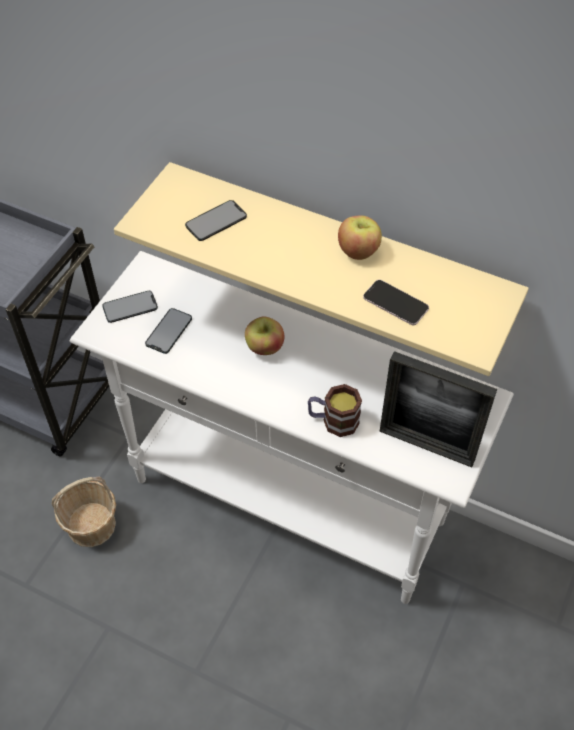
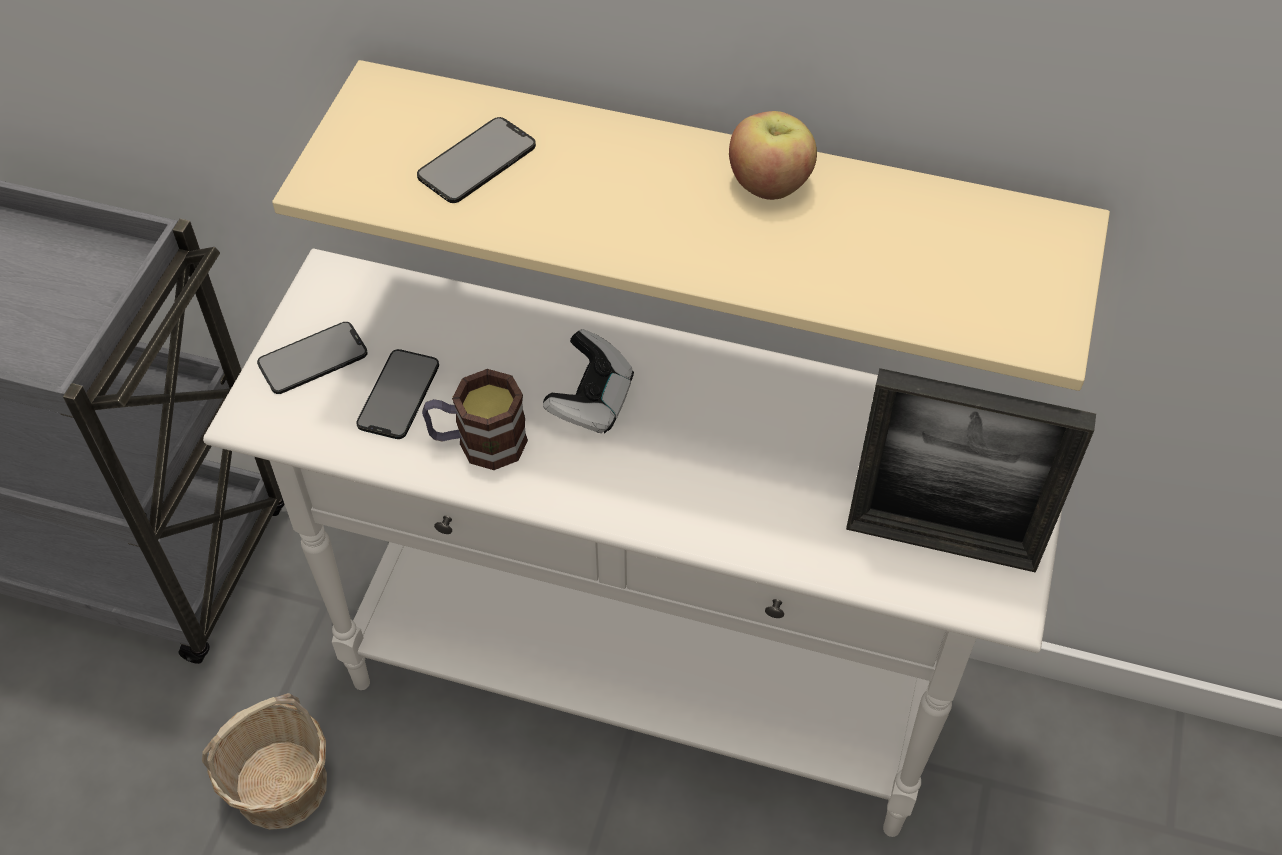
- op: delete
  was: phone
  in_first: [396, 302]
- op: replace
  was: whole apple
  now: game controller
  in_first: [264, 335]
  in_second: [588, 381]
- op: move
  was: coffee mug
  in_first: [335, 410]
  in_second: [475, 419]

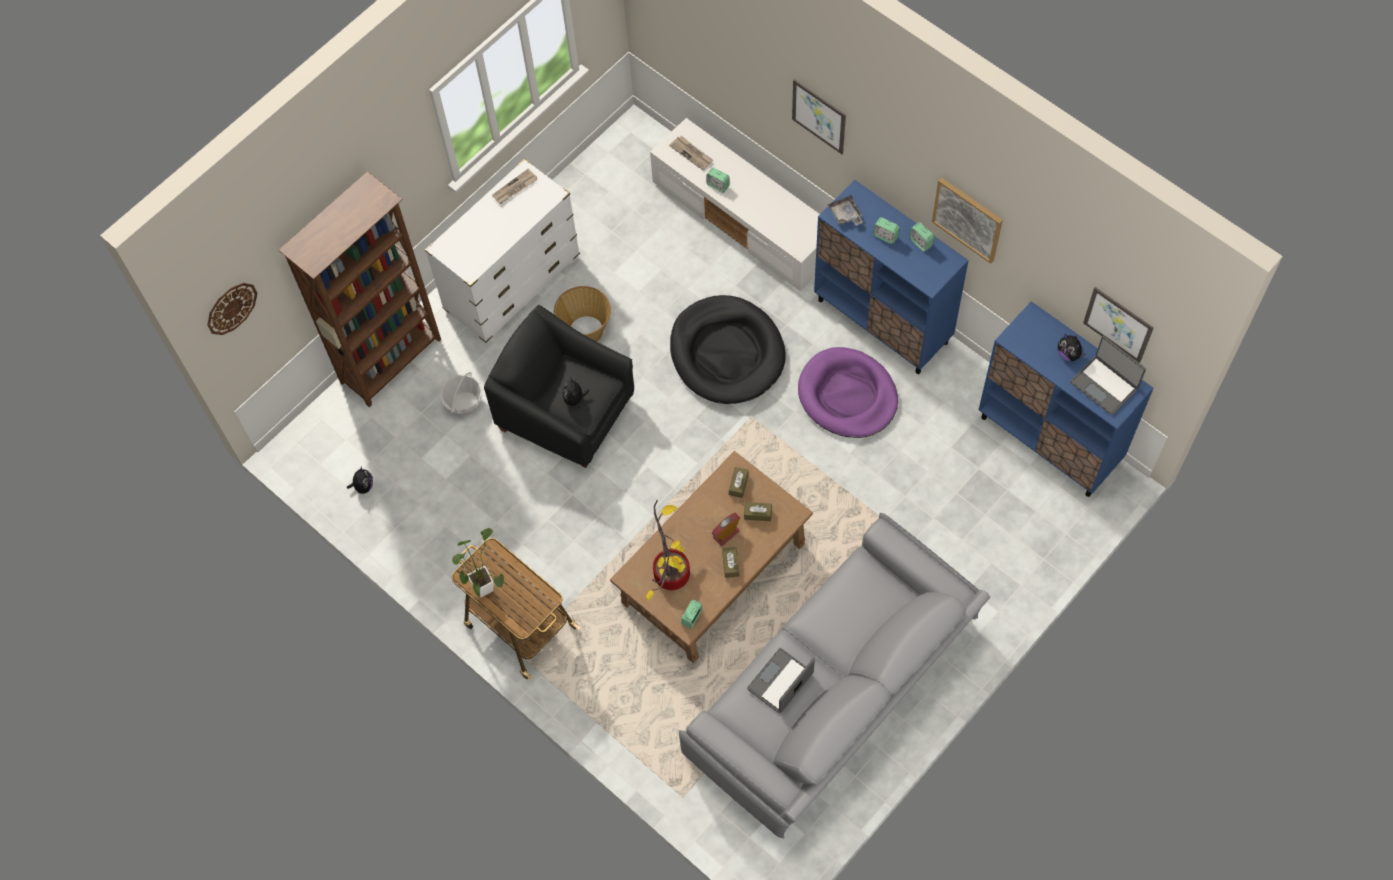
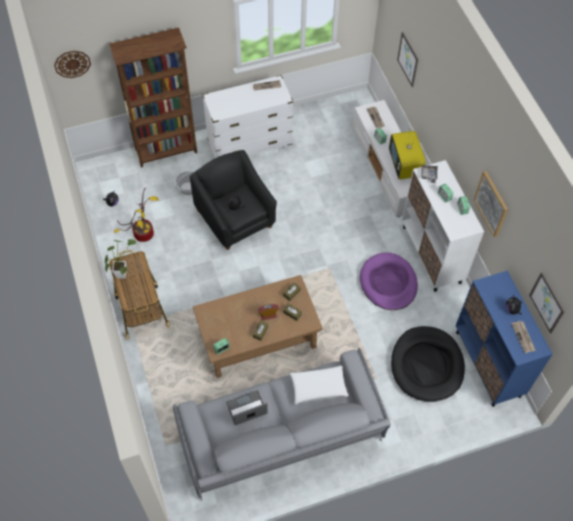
- op: move
  was: wall picture
  in_first: [819, 116]
  in_second: [407, 59]
- op: recolor
  was: blue cupboard
  now: whitish cupboard
  in_first: [891, 277]
  in_second: [443, 226]
- op: delete
  was: household basket
  in_first: [582, 314]
- op: move
  was: black dog bed
  in_first: [727, 349]
  in_second: [428, 364]
- op: replace
  was: laptop
  now: printed paper
  in_first: [1108, 375]
  in_second: [523, 337]
- op: move
  was: houseplant
  in_first: [668, 550]
  in_second: [136, 214]
- op: insert
  now: television
  in_second: [407, 154]
- op: insert
  now: whitish pillow
  in_second: [319, 384]

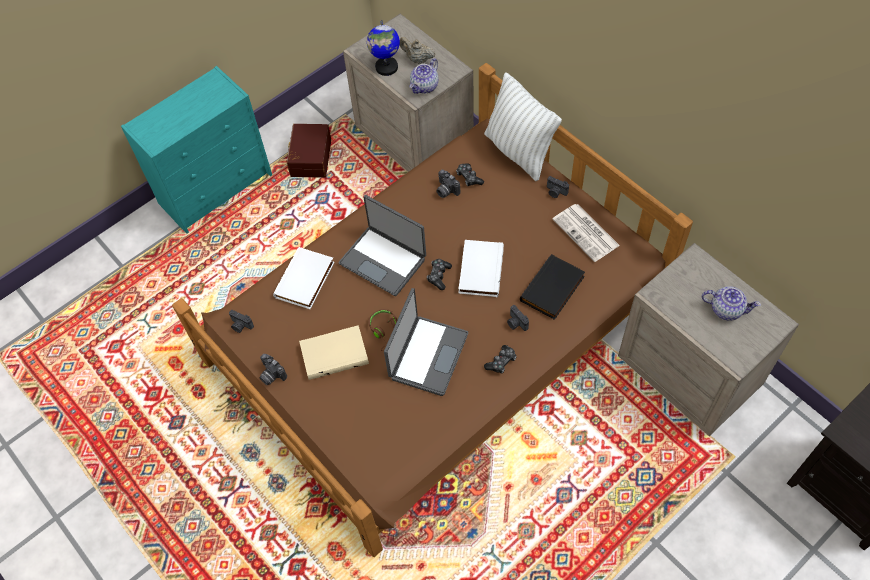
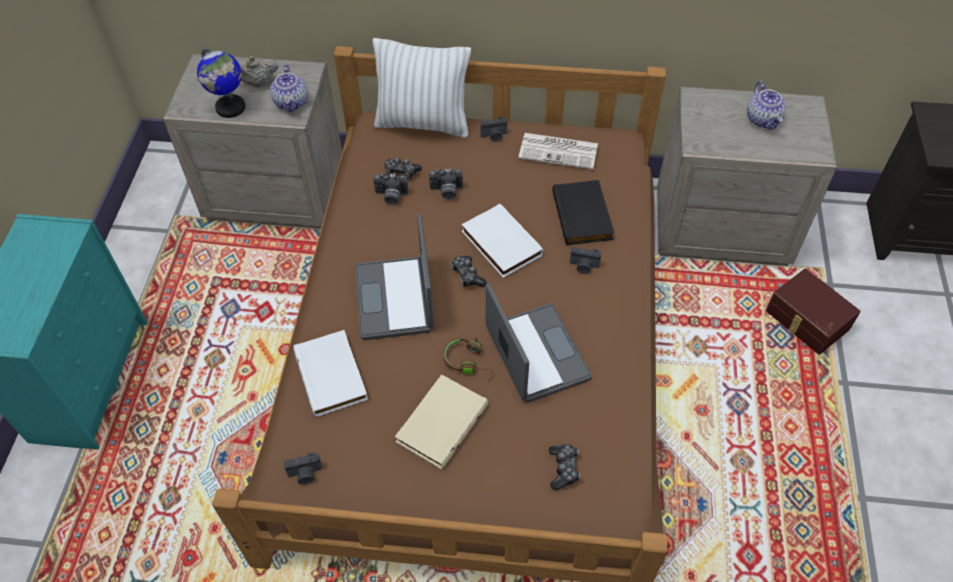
- op: move
  was: brown-coloured storage box
  in_first: [309, 151]
  in_second: [813, 311]
- op: rotate
  was: laptop
  in_first: [382, 245]
  in_second: [394, 277]
  clockwise: 90
- op: rotate
  was: pot for tea
  in_first: [731, 303]
  in_second: [766, 105]
  clockwise: 105
- op: move
  was: game controller
  in_first: [500, 359]
  in_second: [564, 467]
- op: move
  was: still camera
  in_first: [273, 369]
  in_second: [446, 184]

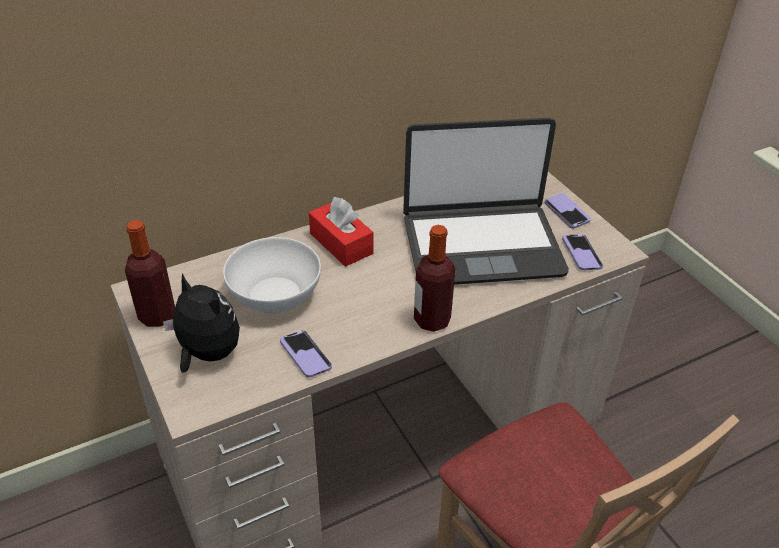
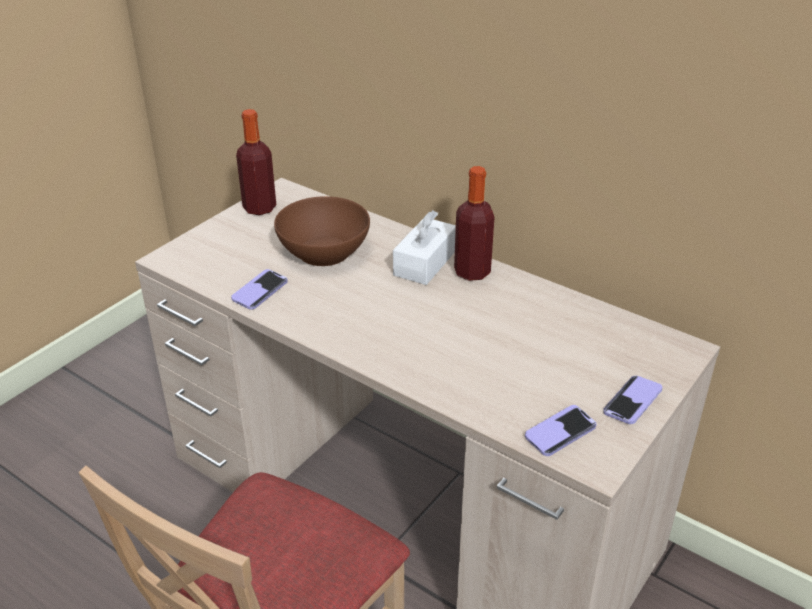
- op: delete
  was: laptop
  in_first: [486, 201]
- op: recolor
  was: red box of tissues
  now: whitish box of tissues
  in_first: [341, 232]
  in_second: [424, 247]
- op: move
  was: drink bottle
  in_first: [435, 278]
  in_second: [474, 223]
- op: recolor
  was: whitish serving bowl
  now: brown-coloured serving bowl
  in_first: [272, 275]
  in_second: [322, 231]
- op: delete
  was: plush toy
  in_first: [201, 323]

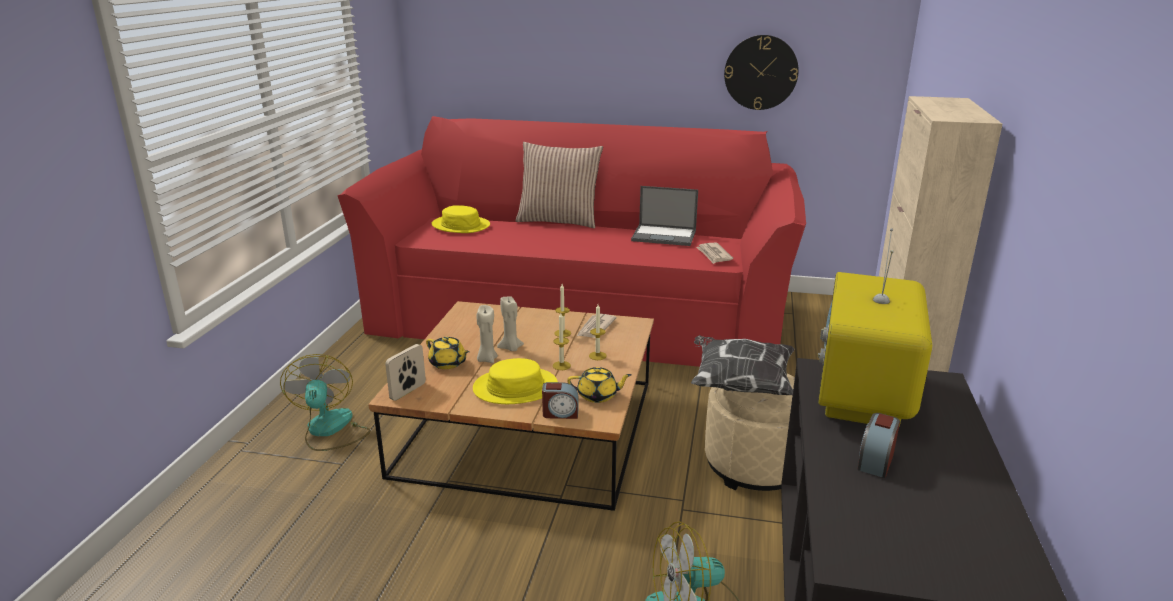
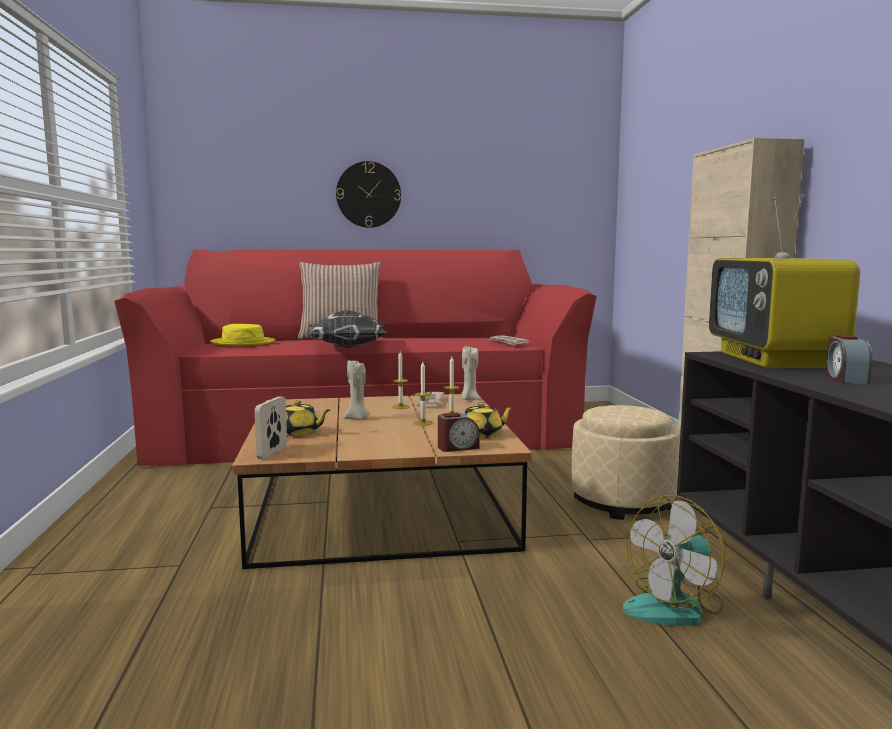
- op: move
  was: wall clock
  in_first: [761, 72]
  in_second: [368, 194]
- op: delete
  was: laptop
  in_first: [664, 216]
- op: move
  was: beige wax candle
  in_first: [487, 334]
  in_second: [470, 373]
- op: move
  was: pillow
  in_first: [742, 365]
  in_second: [348, 329]
- op: delete
  was: cooling fan
  in_first: [325, 402]
- op: delete
  was: yellowish wearable hat
  in_first: [515, 381]

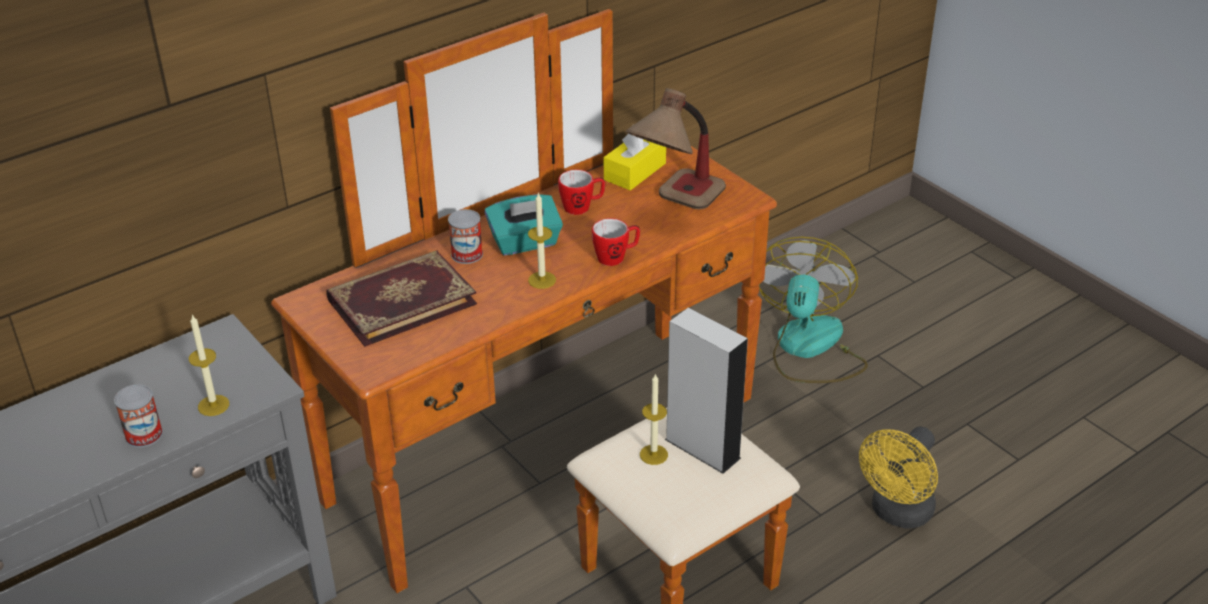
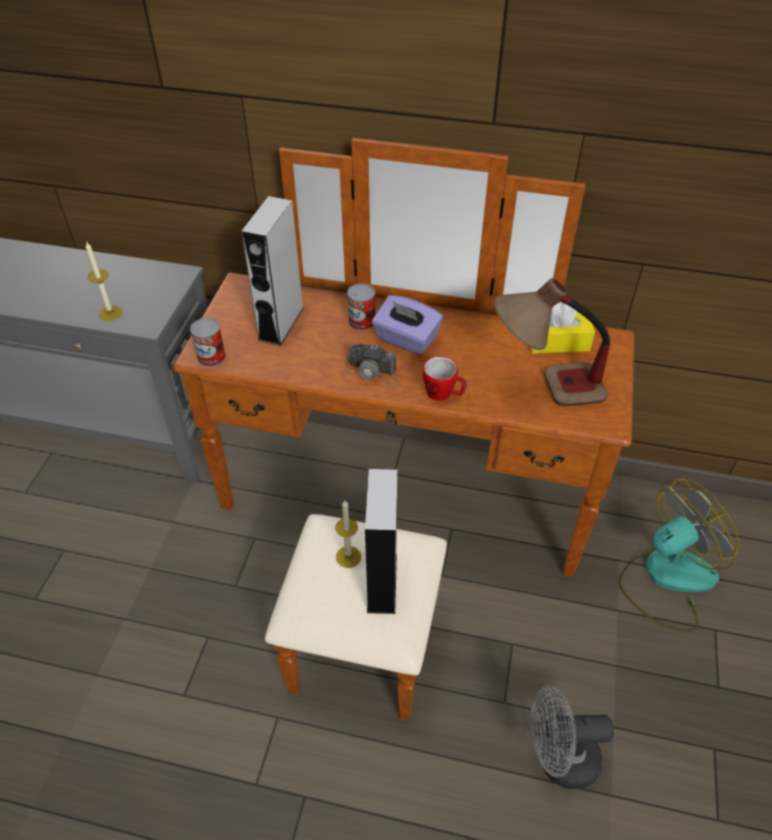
- op: delete
  was: coffee mug
  in_first: [581, 192]
- op: replace
  was: wax candle
  now: still camera
  in_first: [542, 240]
  in_second: [373, 366]
- op: recolor
  was: blue-green box of tissues
  now: purplish box of tissues
  in_first: [524, 224]
  in_second: [407, 325]
- op: replace
  was: volume
  now: gray speaker
  in_first: [401, 298]
  in_second: [272, 271]
- op: move
  was: metal can
  in_first: [138, 416]
  in_second: [208, 342]
- op: recolor
  was: yellowish cooling fan
  now: gray cooling fan
  in_first: [898, 477]
  in_second: [572, 737]

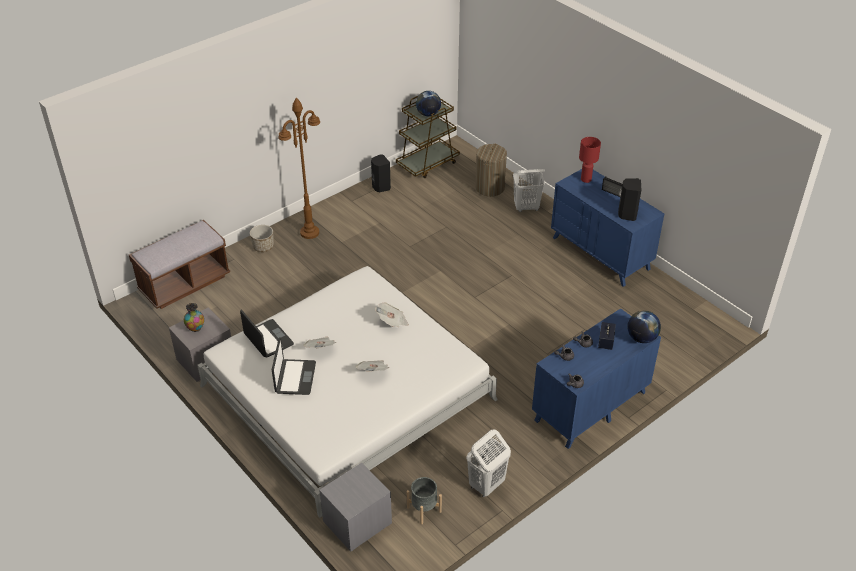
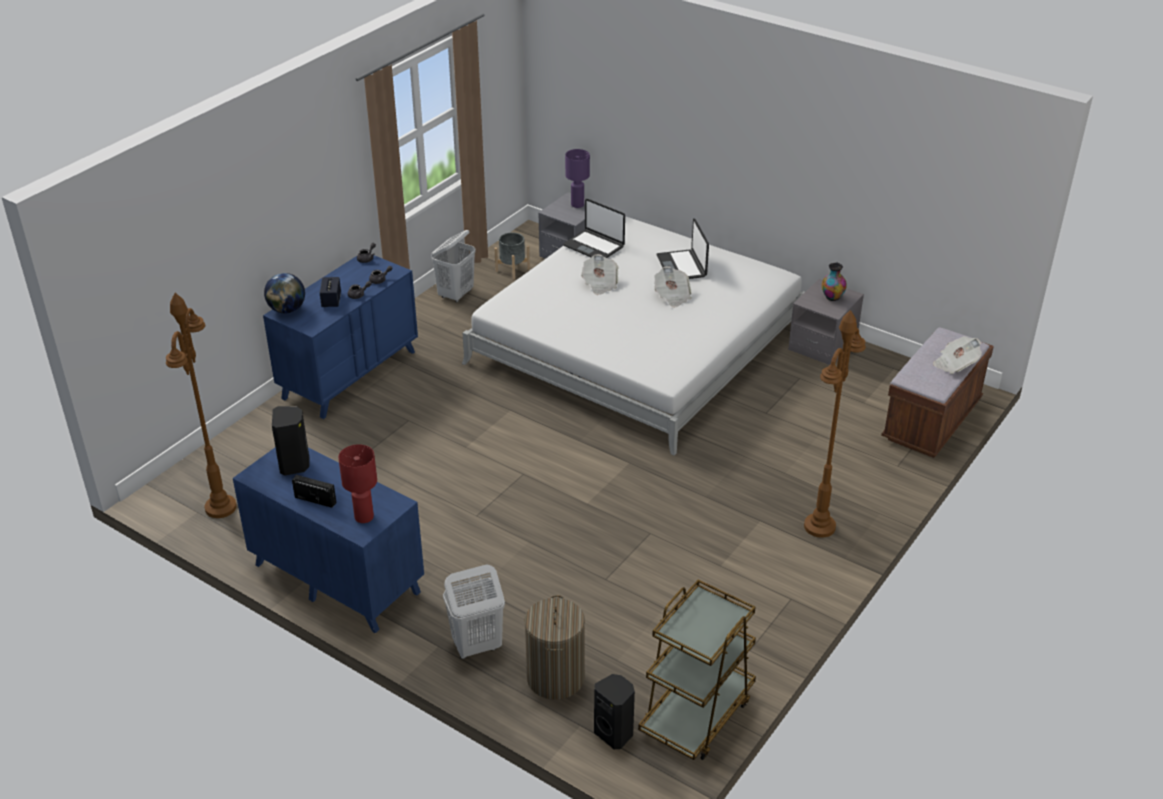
- op: delete
  was: world globe
  in_first: [428, 103]
- op: move
  was: black speaker
  in_first: [381, 173]
  in_second: [614, 711]
- op: delete
  was: plant pot
  in_first: [262, 238]
- op: move
  was: printed paper
  in_first: [392, 315]
  in_second: [957, 355]
- op: move
  was: laptop
  in_first: [267, 334]
  in_second: [594, 228]
- op: insert
  now: purplish lamp for a table
  in_second: [577, 178]
- op: insert
  now: brown-coloured standing lamp
  in_second: [201, 405]

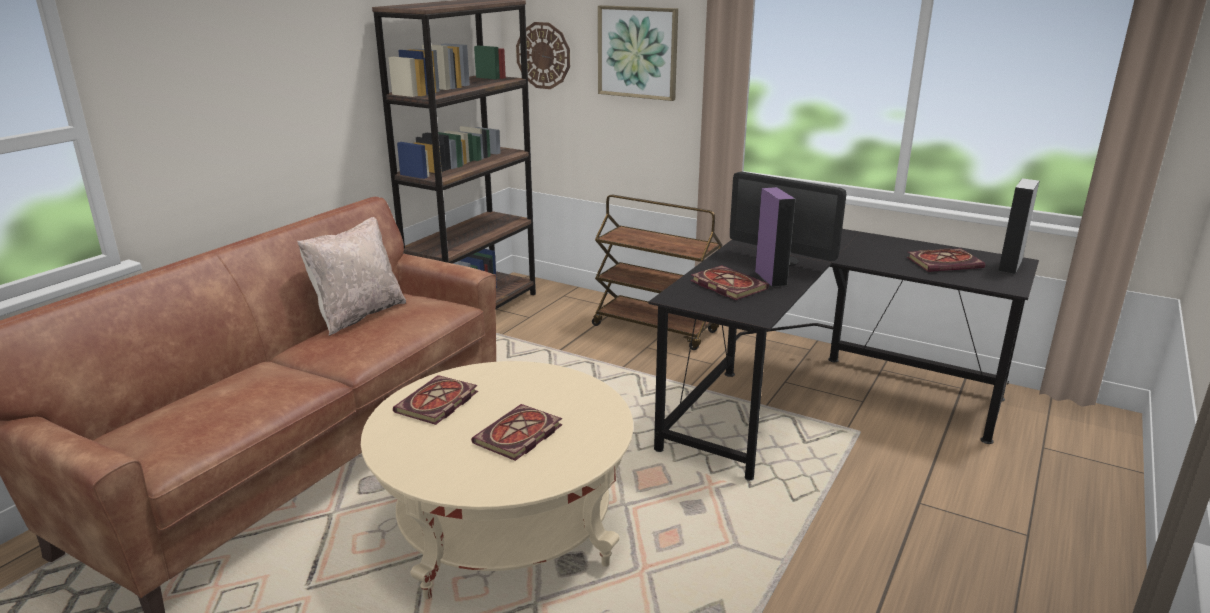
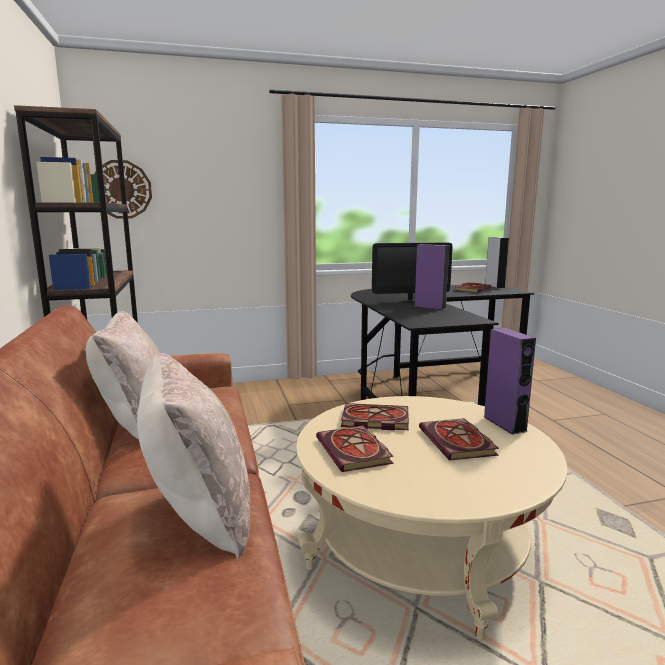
- op: delete
  was: wall picture
  in_first: [638, 53]
- op: delete
  was: brown-coloured wheeled cart
  in_first: [657, 272]
- op: move
  was: volume
  in_first: [729, 282]
  in_second: [375, 417]
- op: insert
  now: purplish speaker
  in_second: [510, 381]
- op: insert
  now: beige pillow
  in_second: [194, 456]

